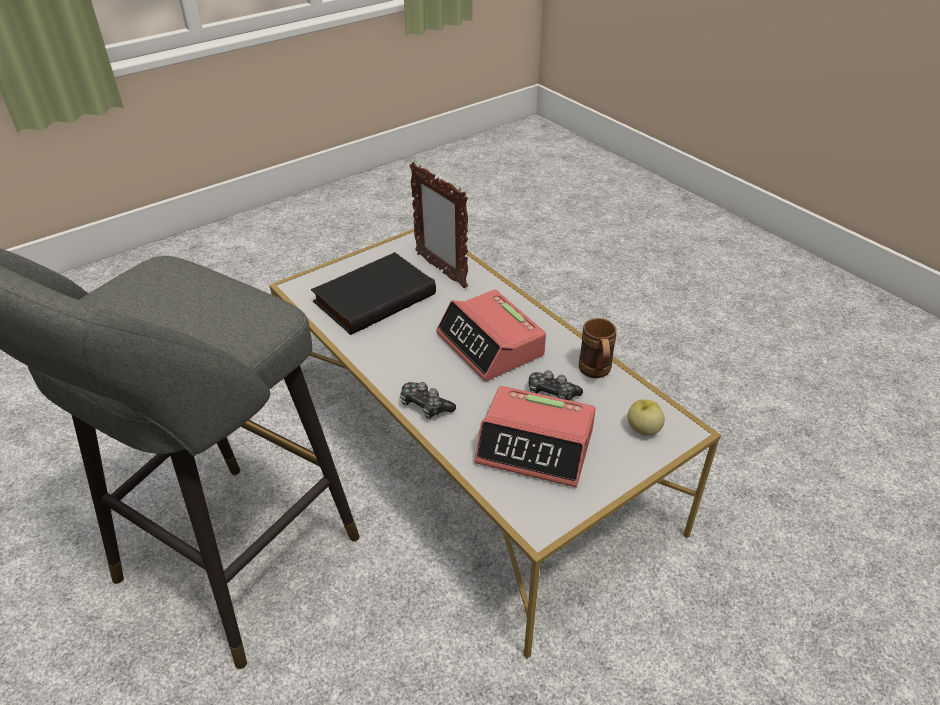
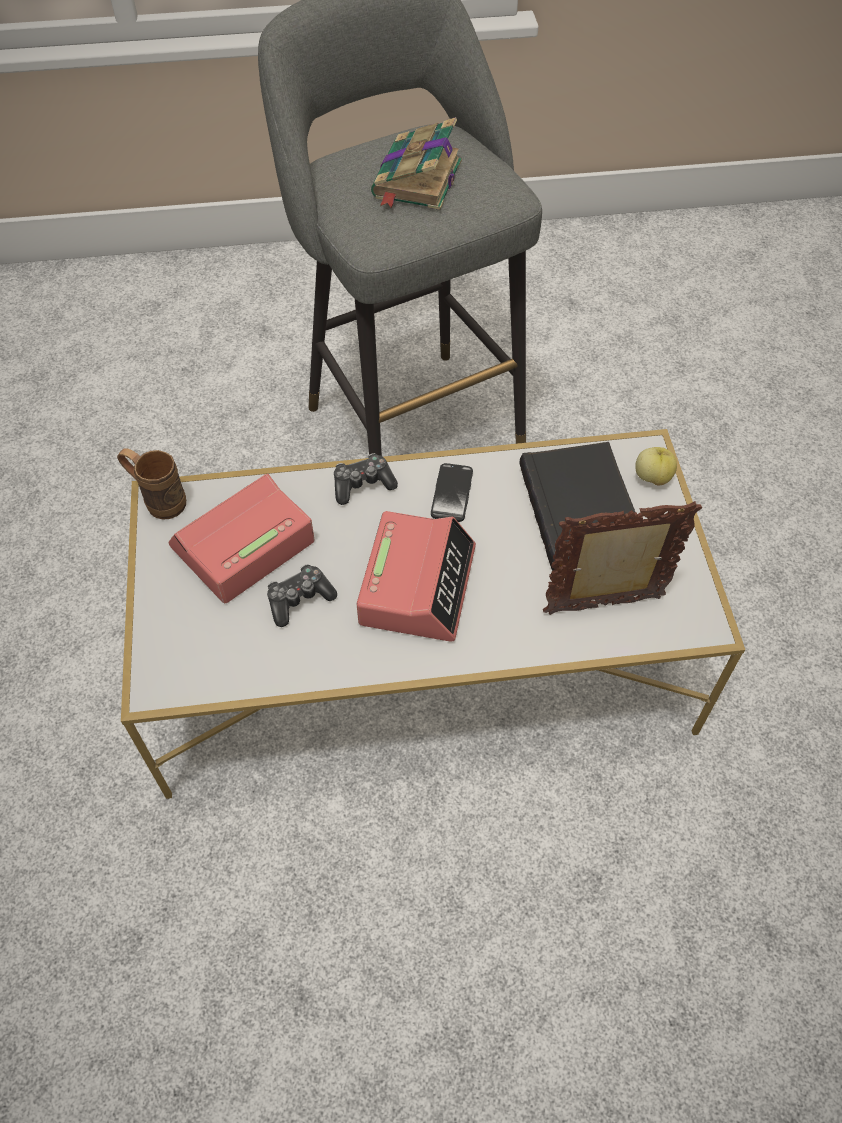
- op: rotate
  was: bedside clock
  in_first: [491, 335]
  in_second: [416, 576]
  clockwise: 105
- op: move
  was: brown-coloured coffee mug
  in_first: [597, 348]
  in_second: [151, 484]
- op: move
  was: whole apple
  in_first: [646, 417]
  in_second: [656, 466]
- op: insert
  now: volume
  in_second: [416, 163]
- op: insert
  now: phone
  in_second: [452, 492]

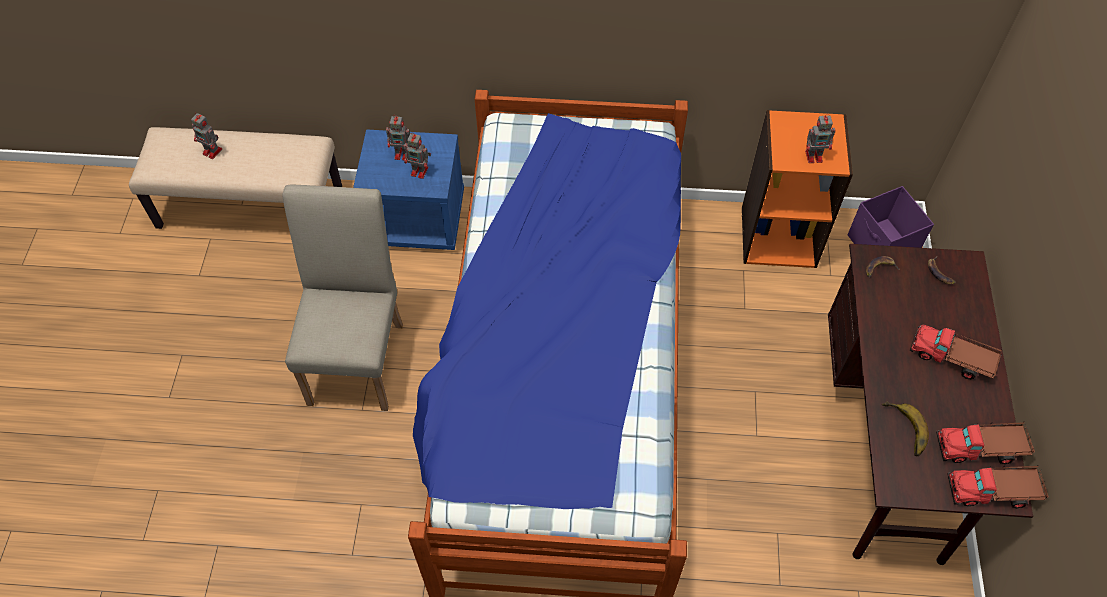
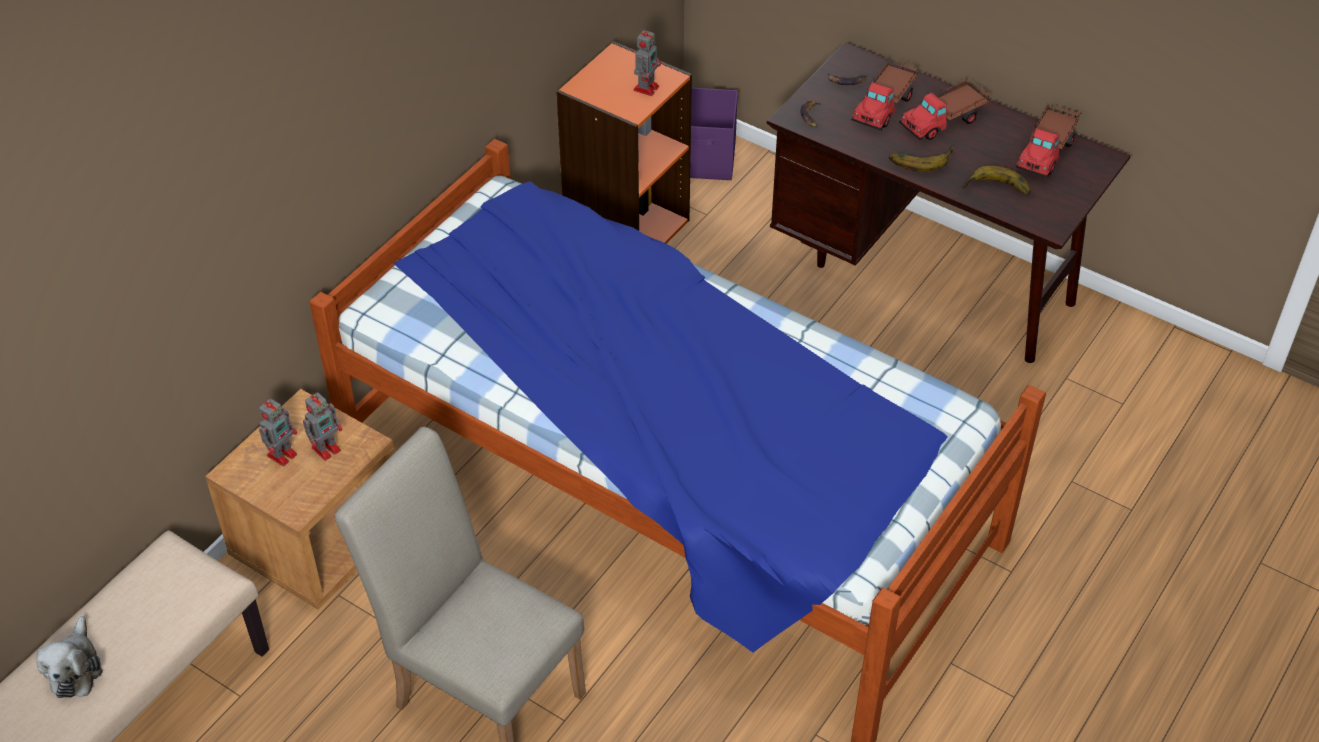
- op: replace
  was: model robot
  now: plush toy
  in_first: [206, 136]
  in_second: [69, 657]
- op: recolor
  was: blue nightstand
  now: brown-coloured nightstand
  in_first: [408, 189]
  in_second: [300, 499]
- op: move
  was: toy lorry
  in_first: [998, 487]
  in_second: [884, 95]
- op: insert
  now: whole banana
  in_second: [921, 159]

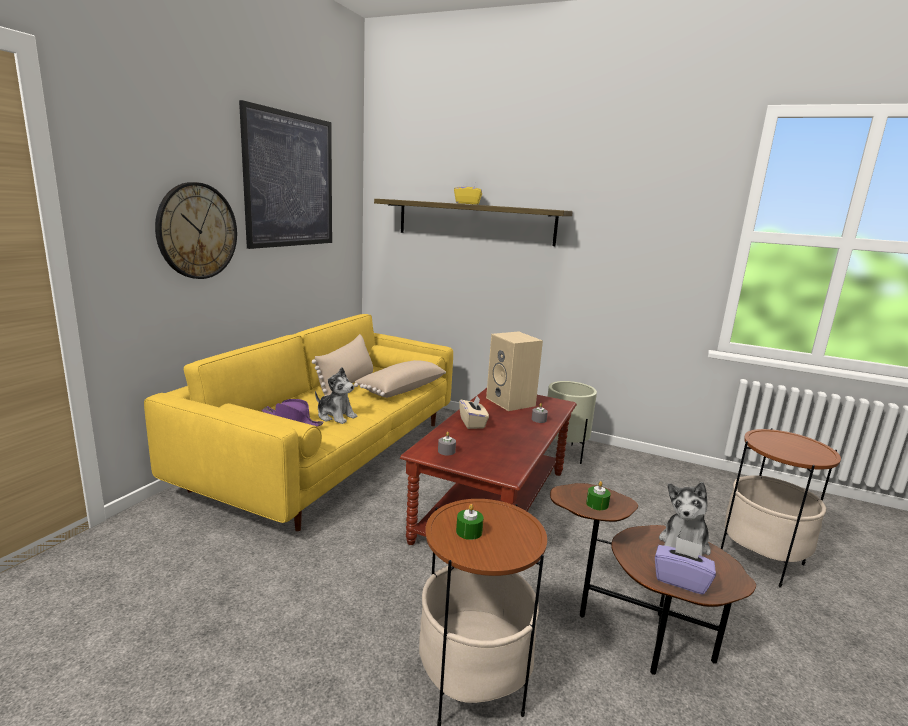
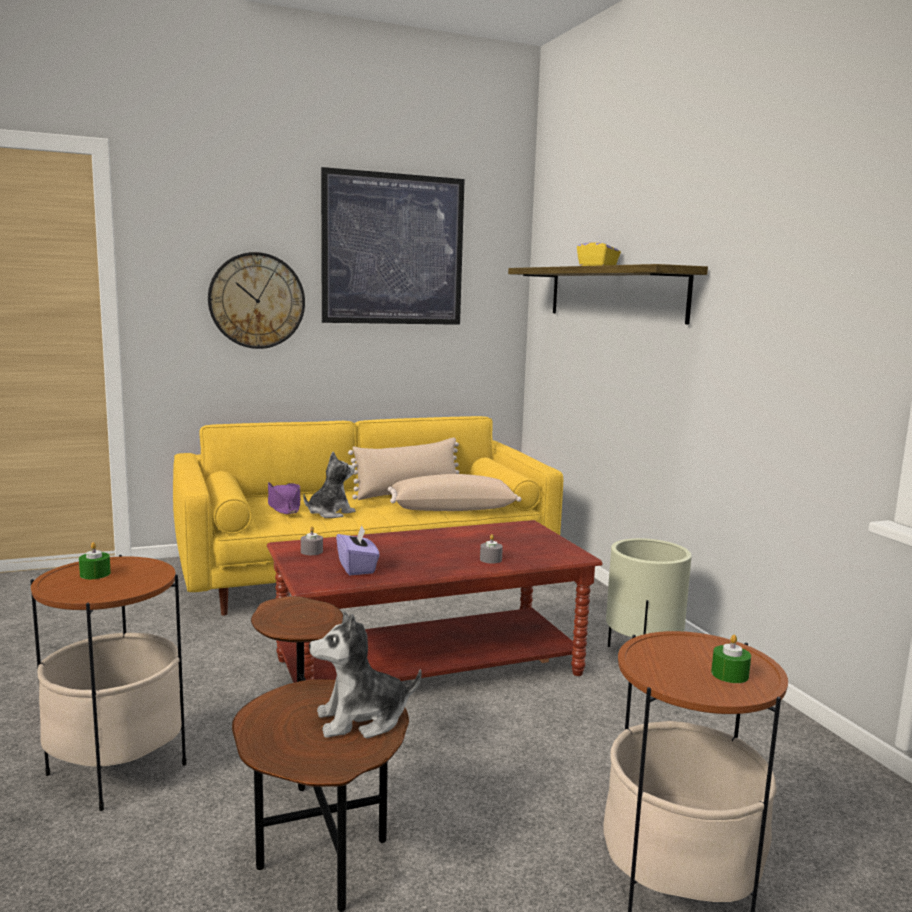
- op: delete
  was: beige speaker
  in_first: [514, 371]
- op: rotate
  was: plush toy
  in_first: [336, 395]
  in_second: [329, 485]
  clockwise: -120
- op: delete
  was: beige box of tissues
  in_first: [474, 412]
- op: move
  was: green-coloured wax candle
  in_first: [598, 496]
  in_second: [731, 659]
- op: move
  was: purplish box of tissues
  in_first: [685, 566]
  in_second: [358, 550]

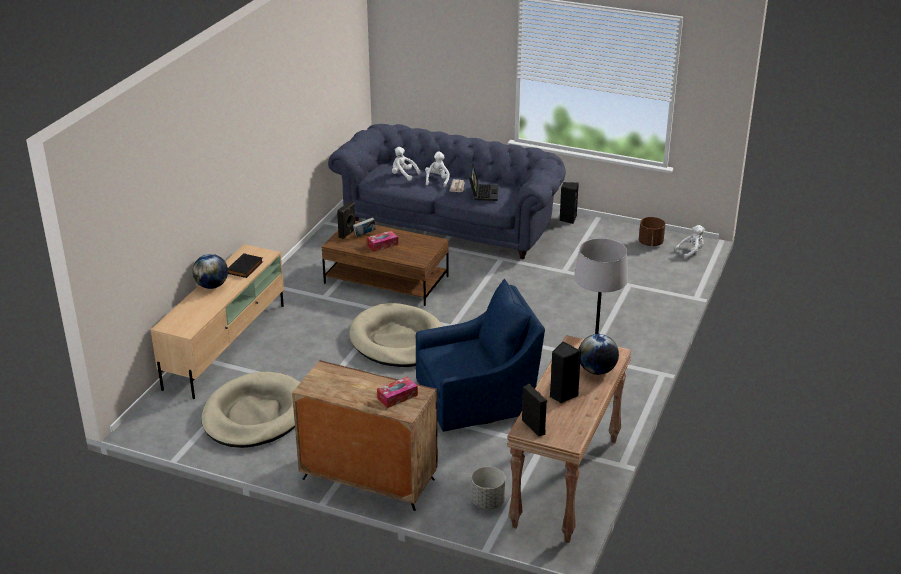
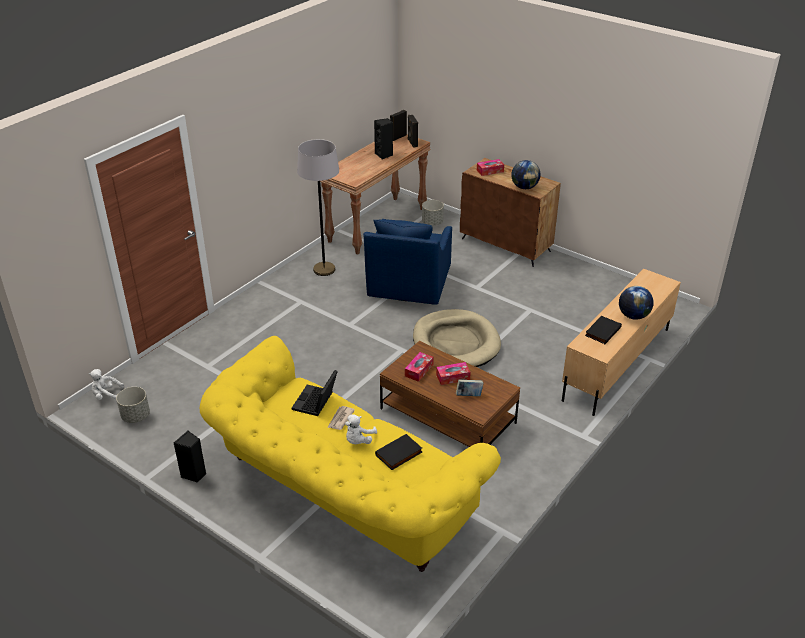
- op: recolor
  was: blue couch
  now: yellowish couch
  in_first: [447, 191]
  in_second: [350, 454]
- op: replace
  was: whitish plush toy
  now: black volume
  in_first: [406, 164]
  in_second: [398, 452]
- op: move
  was: black speaker
  in_first: [346, 220]
  in_second: [398, 125]
- op: recolor
  was: brown-coloured plant pot
  now: gray plant pot
  in_first: [652, 231]
  in_second: [133, 405]
- op: rotate
  was: blue easy chair
  in_first: [480, 355]
  in_second: [407, 262]
  clockwise: -75
- op: move
  was: world globe
  in_first: [598, 354]
  in_second: [525, 174]
- op: delete
  was: beige dog bed
  in_first: [250, 410]
- op: insert
  now: box of tissues
  in_second: [419, 367]

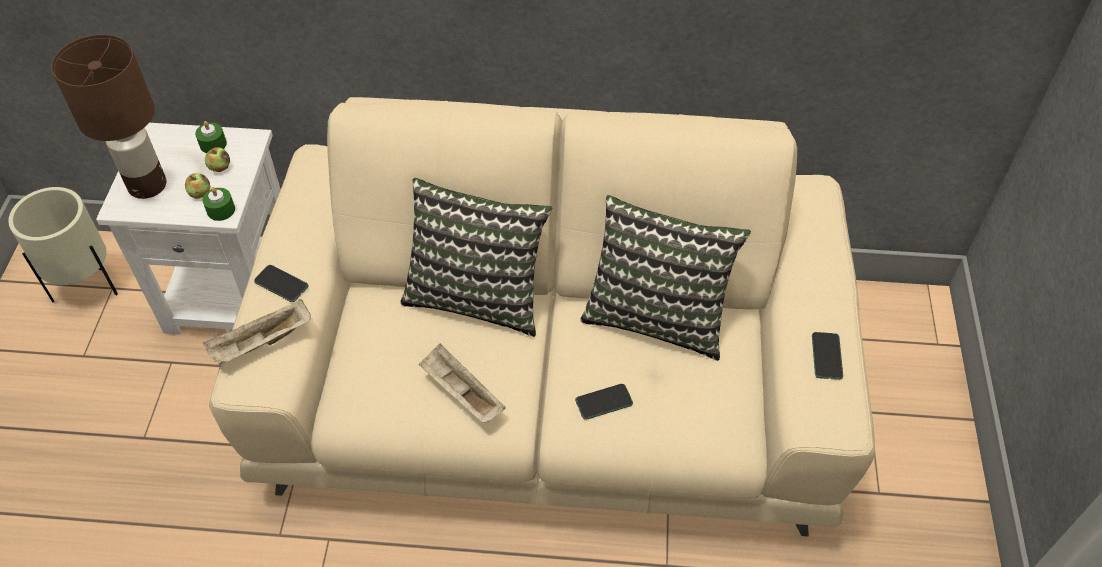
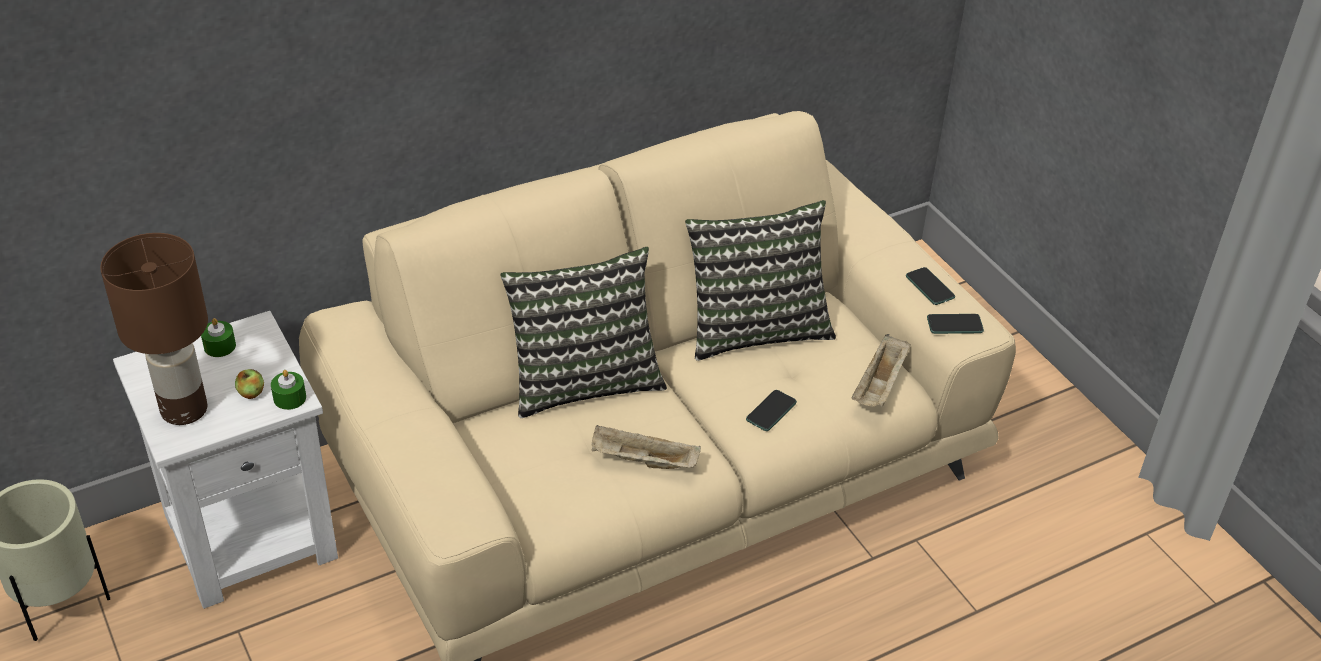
- op: delete
  was: whole apple
  in_first: [217, 159]
- op: move
  was: phone
  in_first: [281, 283]
  in_second: [955, 324]
- op: move
  was: beige serving tray
  in_first: [257, 332]
  in_second: [881, 370]

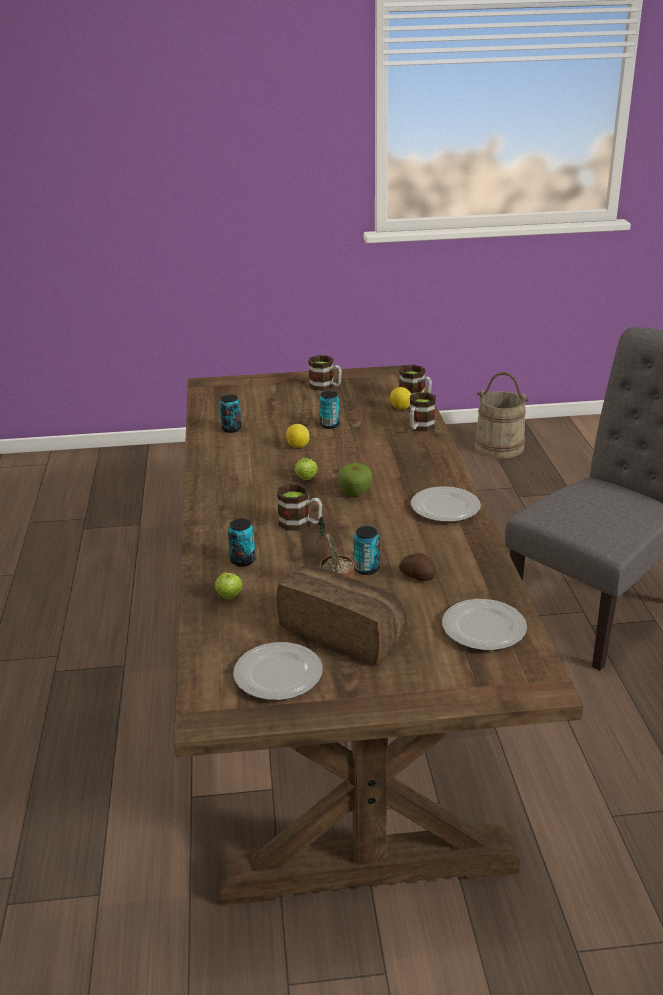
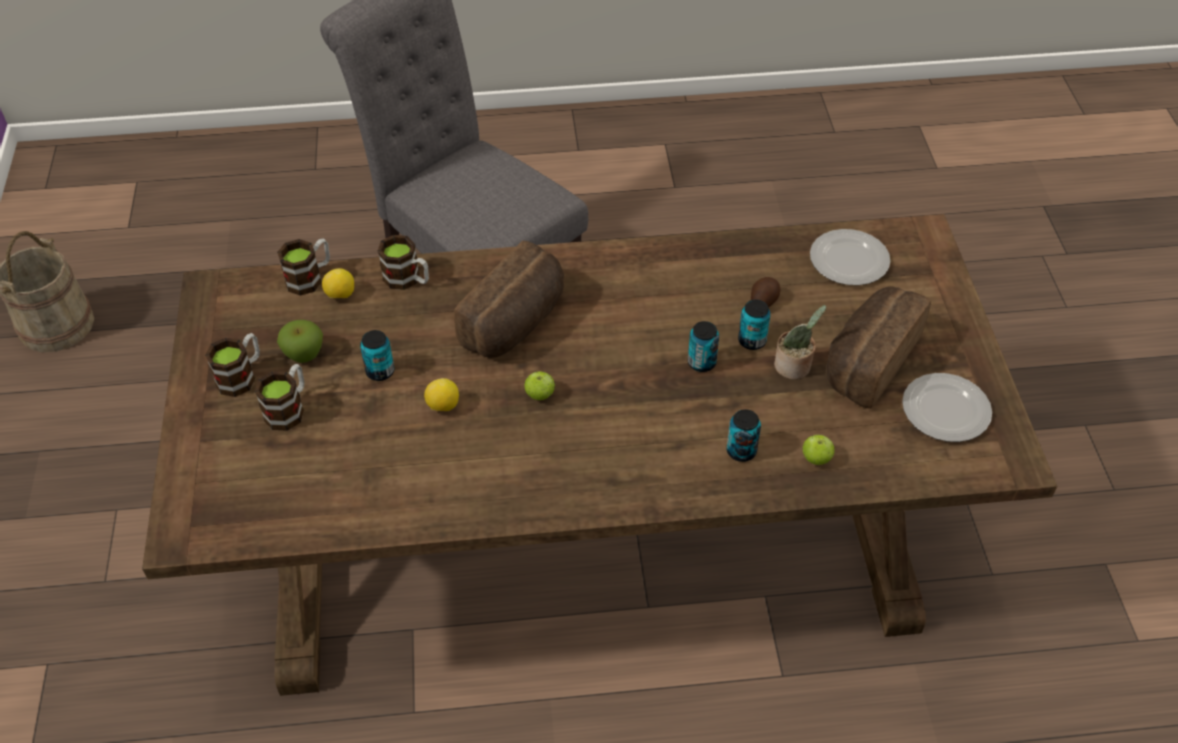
- op: move
  was: metal can
  in_first: [230, 413]
  in_second: [703, 346]
- op: move
  was: whole apple
  in_first: [355, 479]
  in_second: [300, 341]
- op: move
  was: coffee mug
  in_first: [299, 507]
  in_second: [279, 397]
- op: delete
  was: flat dish
  in_first: [446, 504]
- op: insert
  now: bread
  in_second: [509, 299]

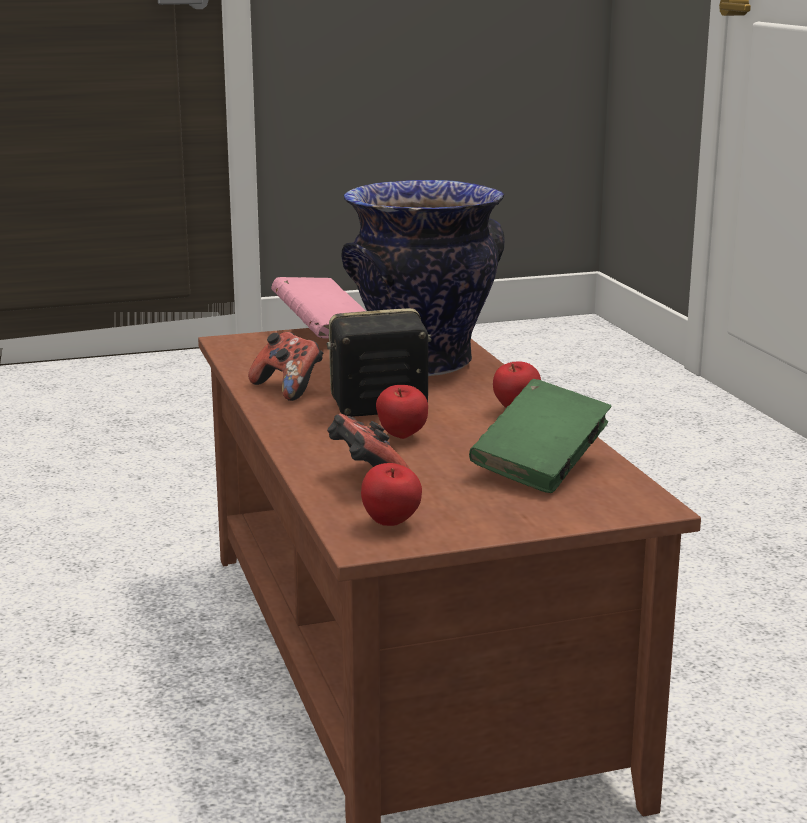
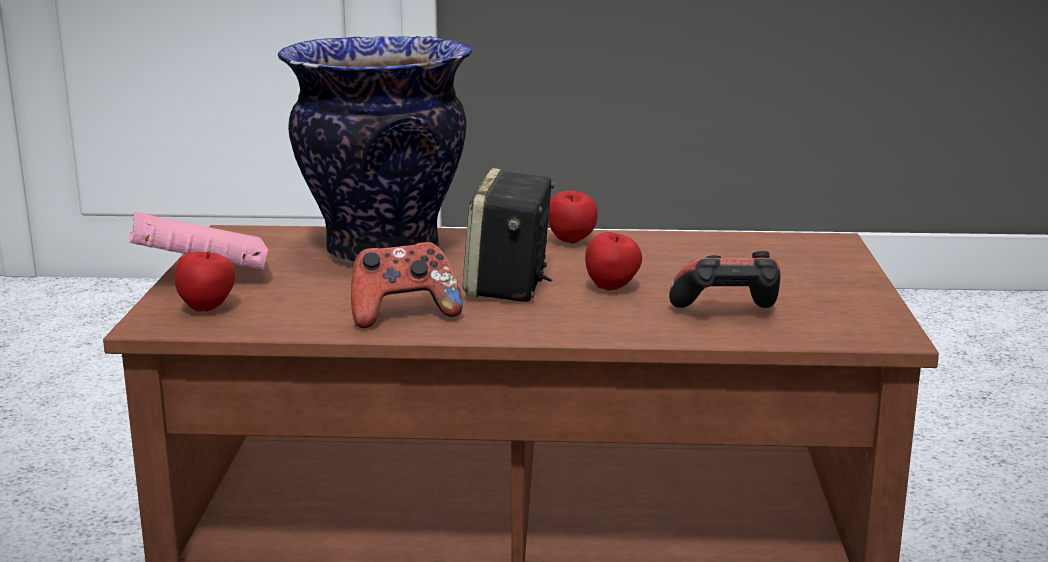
- op: delete
  was: green-coloured volume
  in_first: [540, 436]
- op: move
  was: whole apple
  in_first: [391, 494]
  in_second: [205, 281]

